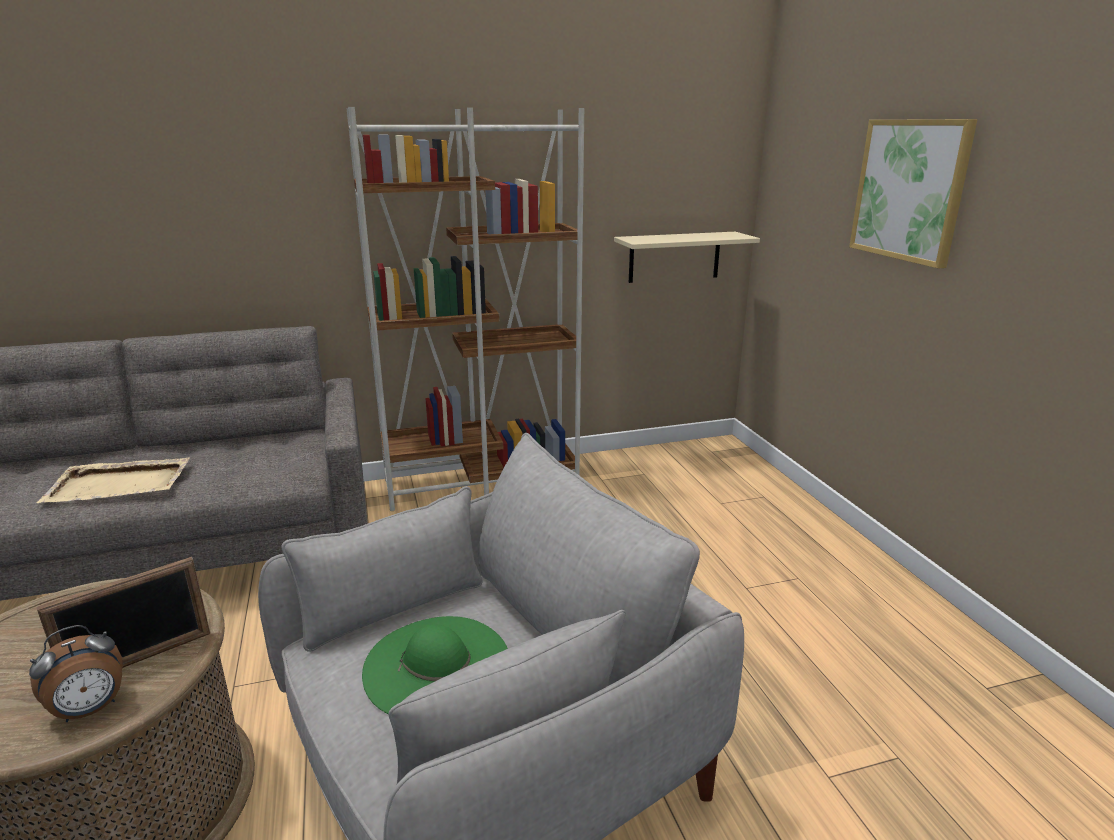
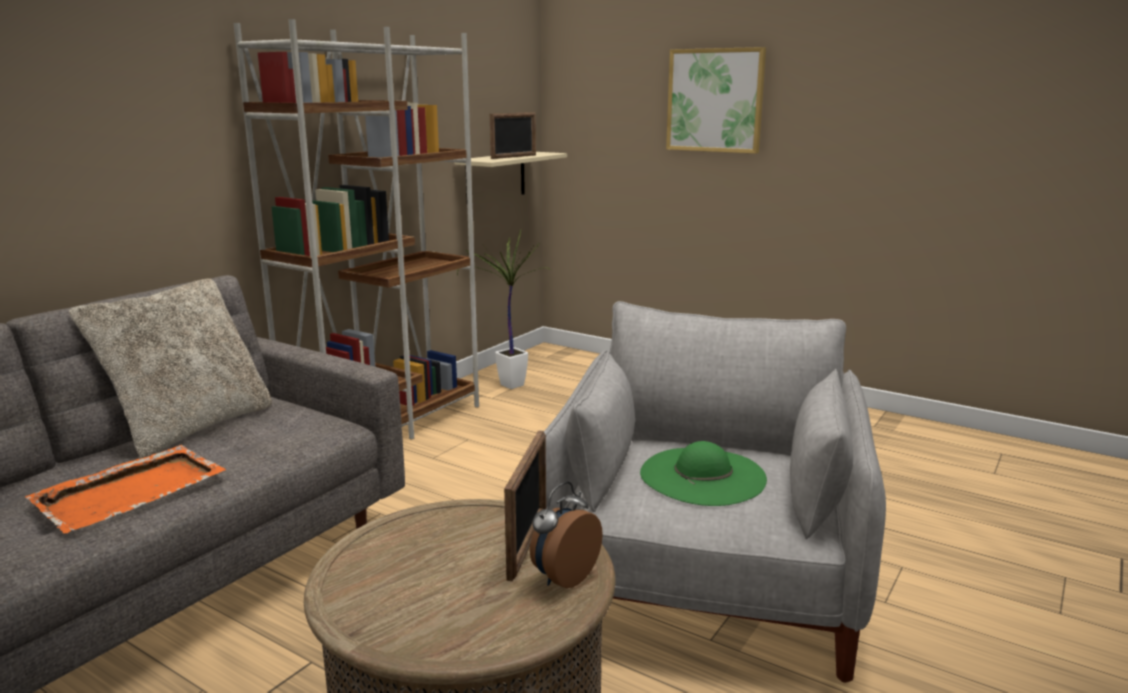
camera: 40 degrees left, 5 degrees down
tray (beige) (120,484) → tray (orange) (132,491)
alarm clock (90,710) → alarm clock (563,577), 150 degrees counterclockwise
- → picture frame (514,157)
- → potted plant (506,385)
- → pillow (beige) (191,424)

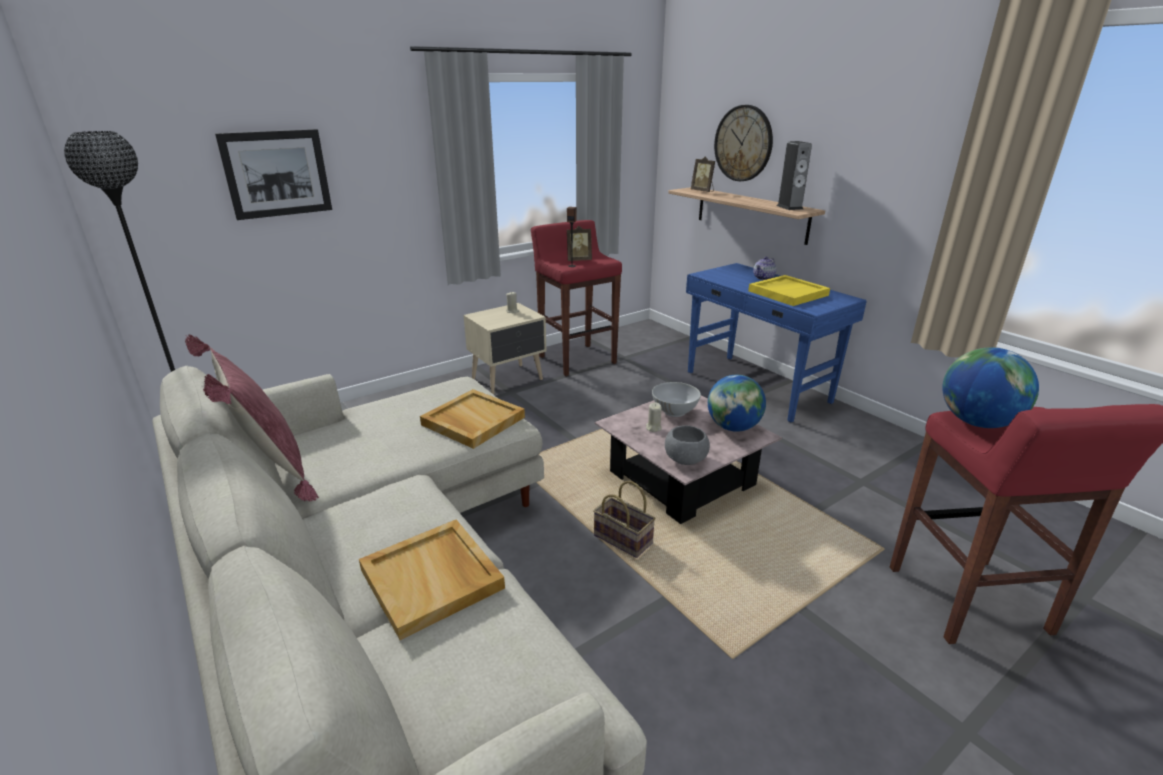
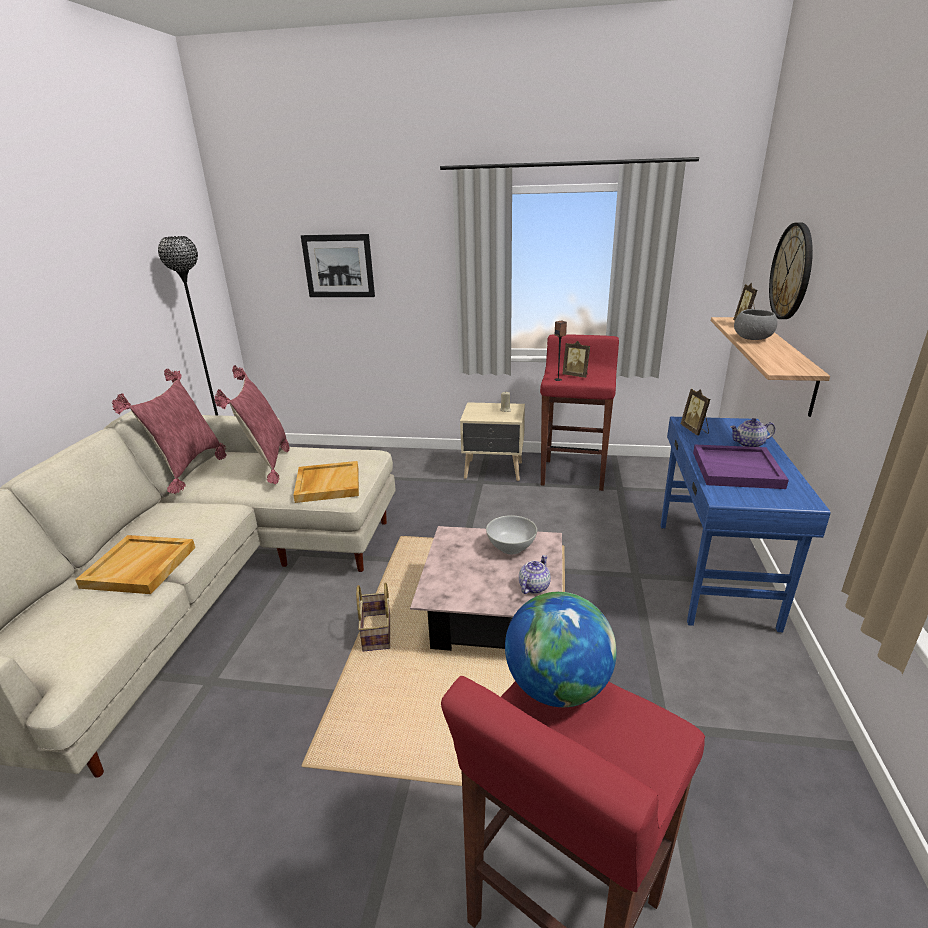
camera: 45 degrees right, 0 degrees up
speaker (789,207) → -
tray (yellow) (788,293) → tray (purple) (737,469)
globe (733,427) → teapot (533,586)
candle (beige) (653,428) → -
bowl (grey) (685,459) → bowl (grey) (752,339), moved
- → pillow (red) (265,469)
- → picture frame (695,430)

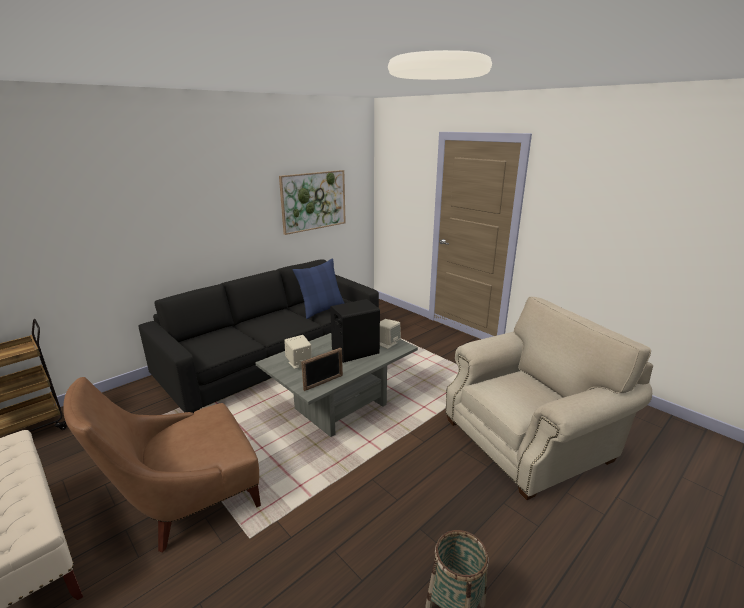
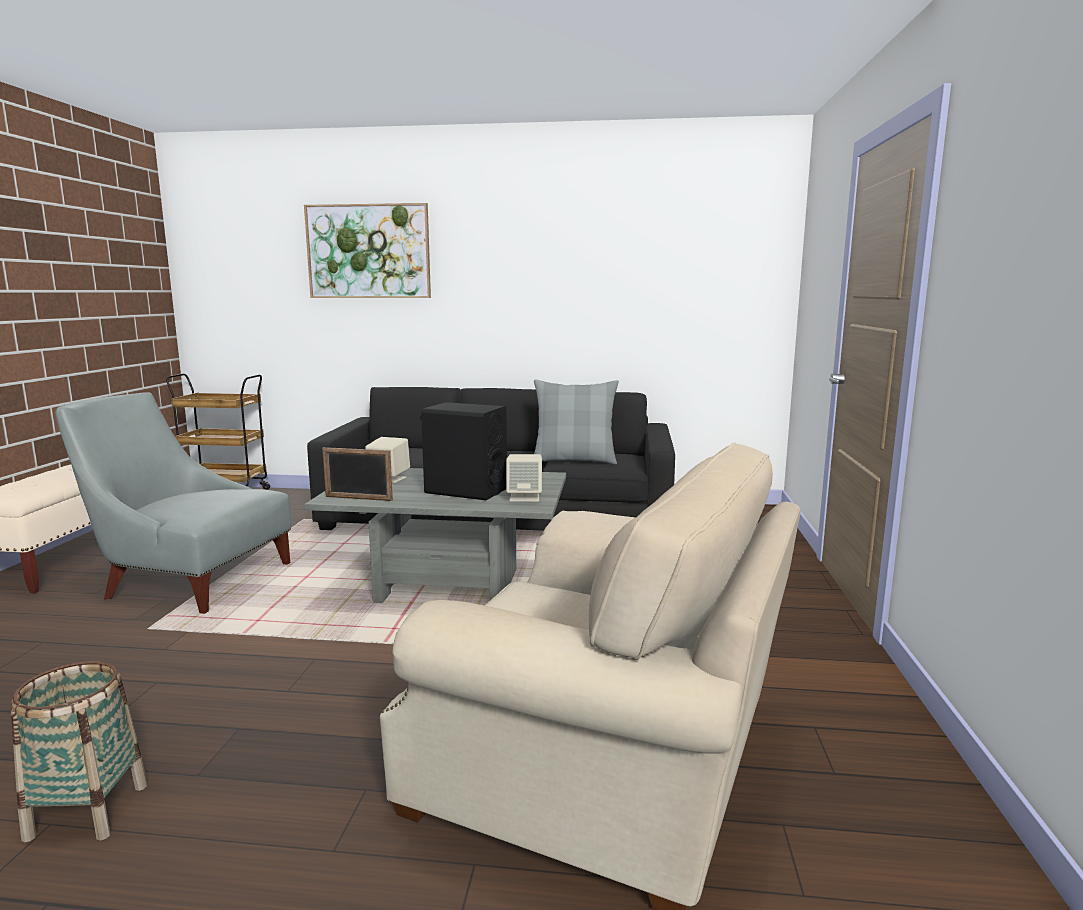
camera: 50 degrees right, 10 degrees down
picture (313,201) → picture (368,251), moved
pillow (blue) (321,309) → pillow (grey) (574,460)
armchair (brown) (185,499) → armchair (grey) (188,579)

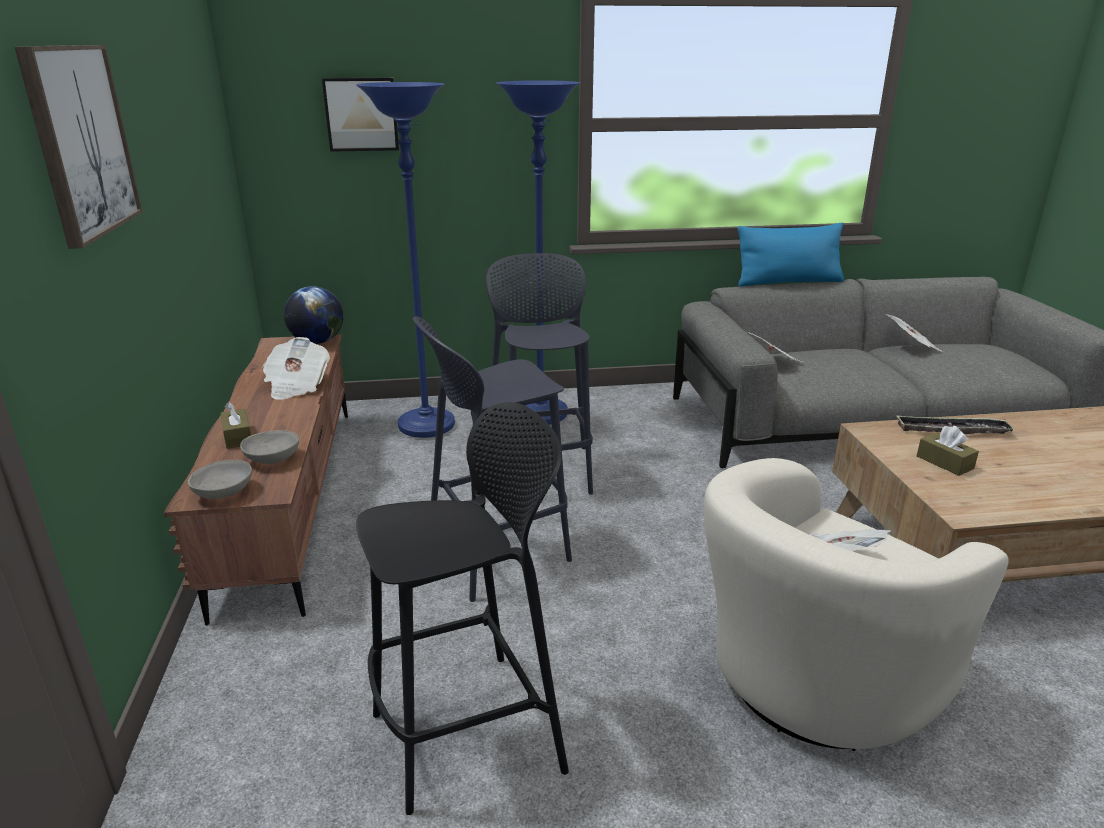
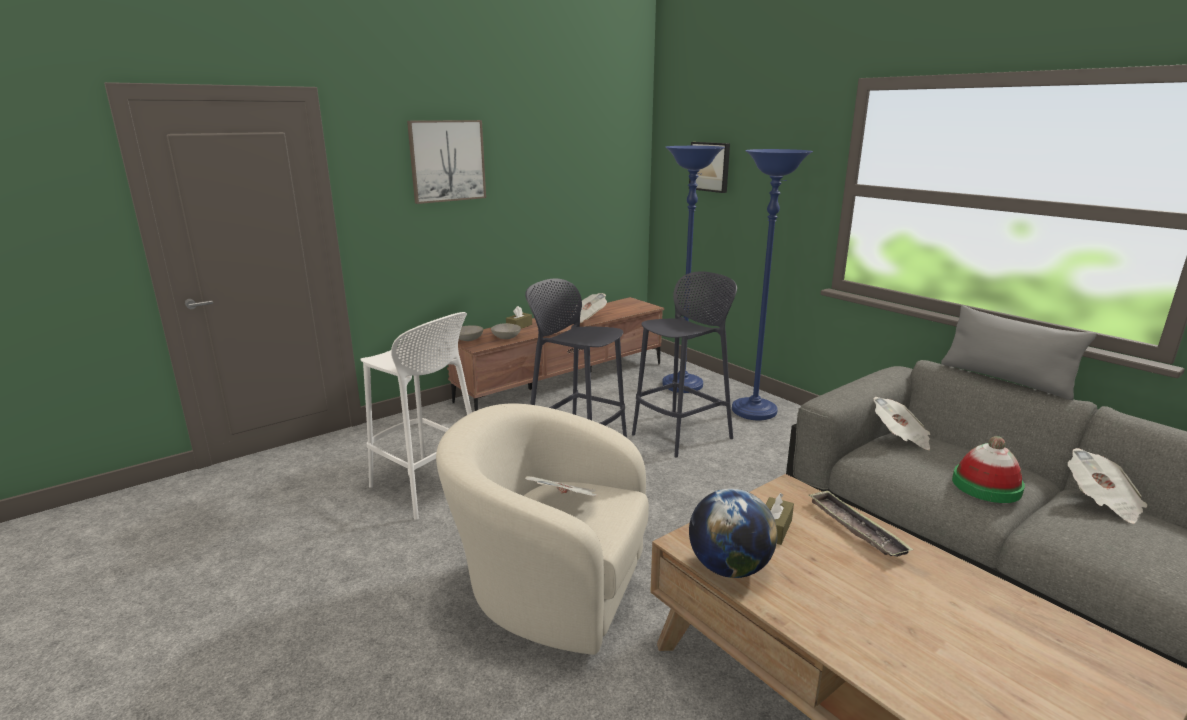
camera: 60 degrees right, 5 degrees down
pillow (blue) (788,282) → pillow (grey) (1005,379)
globe (317,342) → globe (729,568), moved
stool (black) (469,733) → stool (white) (426,485)
- → hat (986,486)

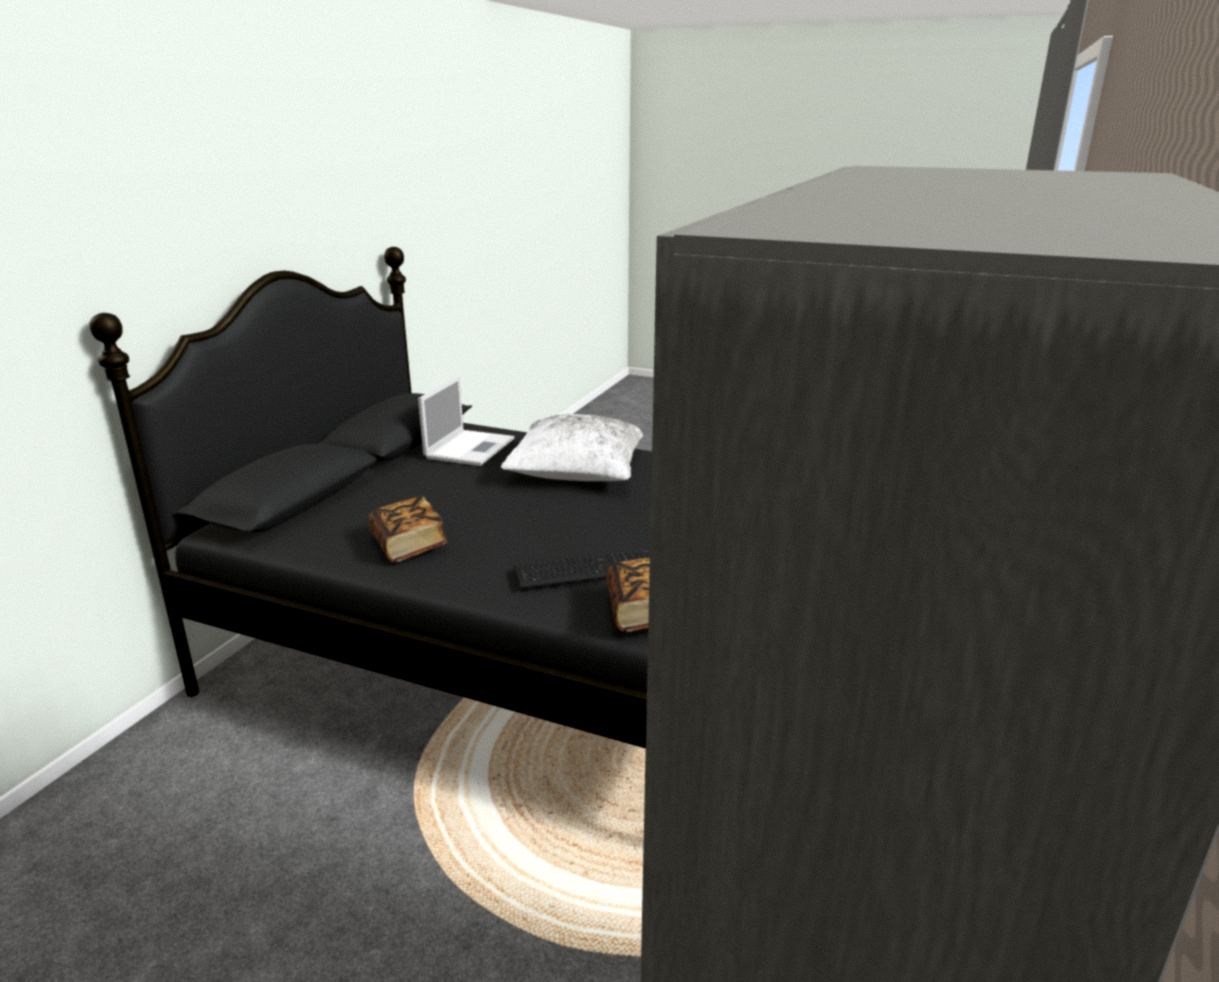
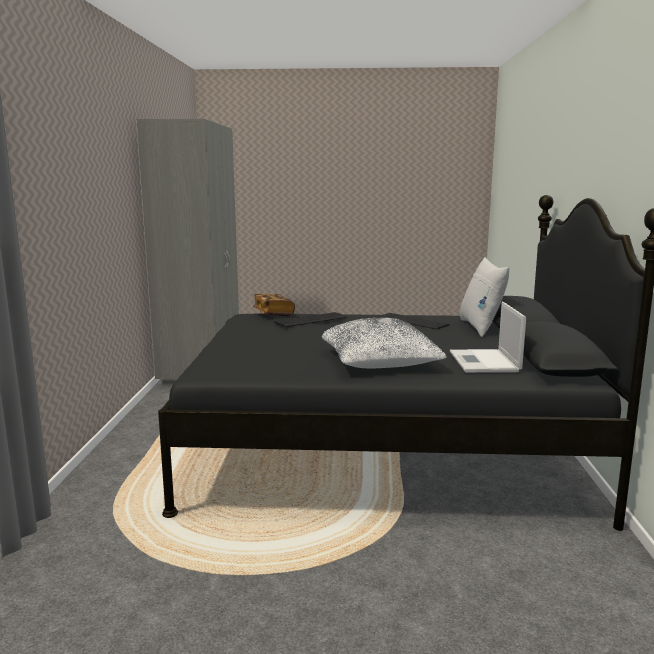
camera: 160 degrees right, 10 degrees down
book (409,545) → keyboard (412,321)
- → pillow (grey) (480,328)

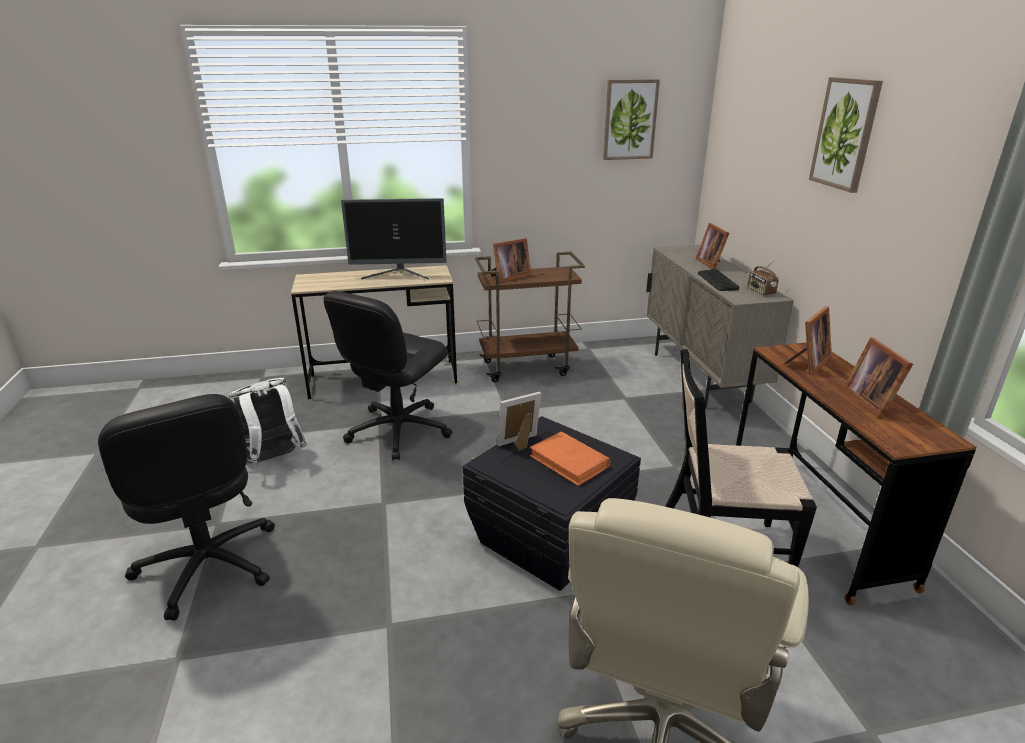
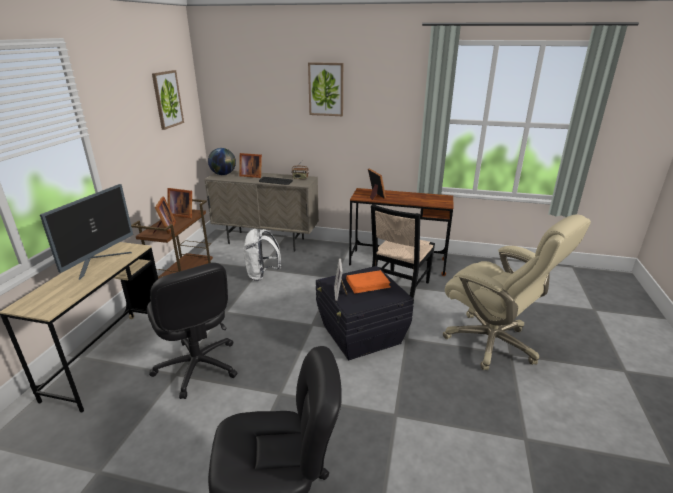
camera: 65 degrees left, 0 degrees up
picture frame (872,401) → picture frame (182,214), moved
backpack (white) (273,459) → backpack (white) (262,275), moved
- → globe (223,174)

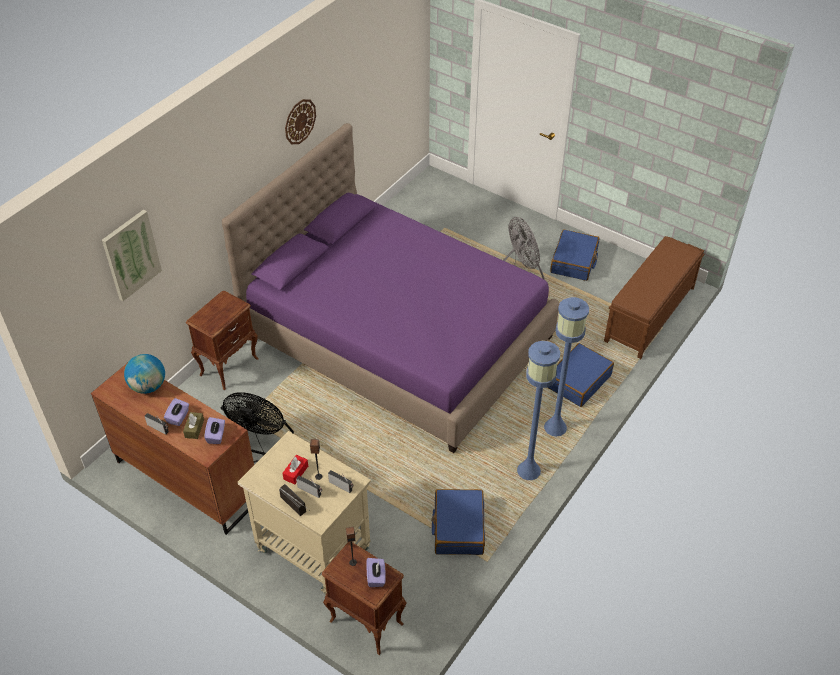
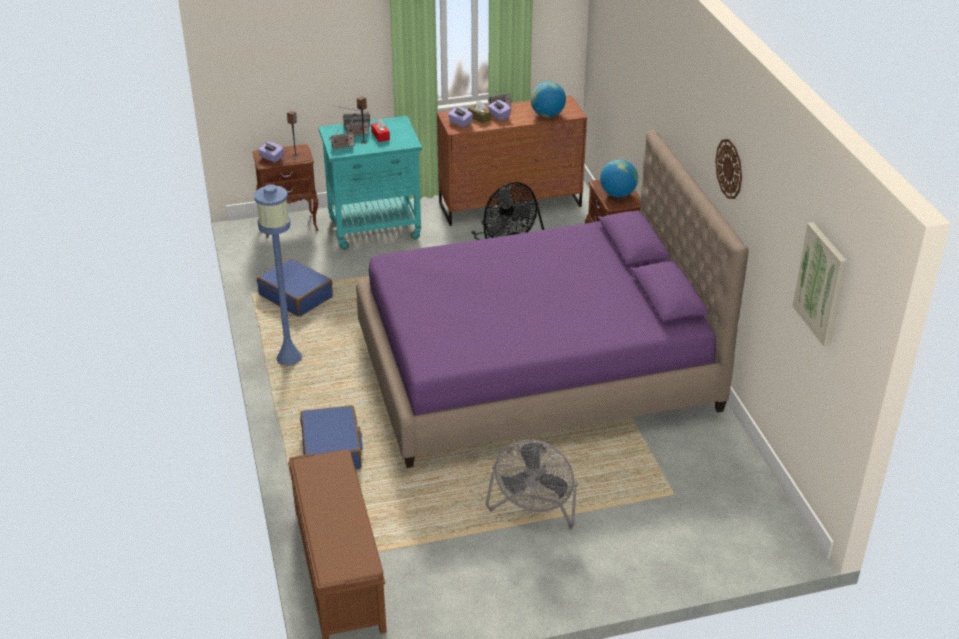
camera: 130 degrees right, 10 degrees down
picture (131,255) → picture (821,284), moved
suitcase (blue) (574,261) → -
floor lamp (blue) (555,428) → -
cart (beige) (313,549) → cart (turquoise) (375,229)
- → globe (617,194)

